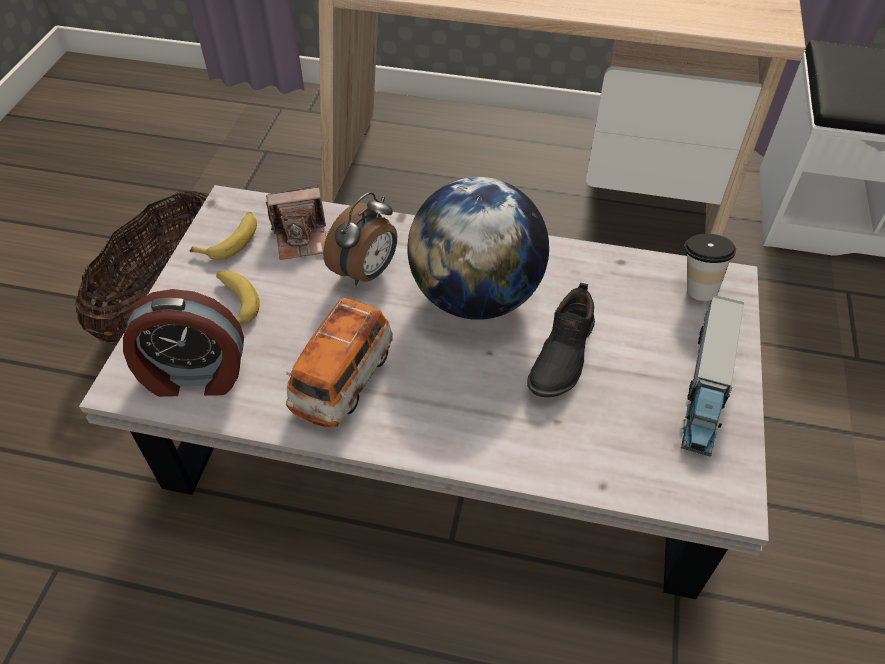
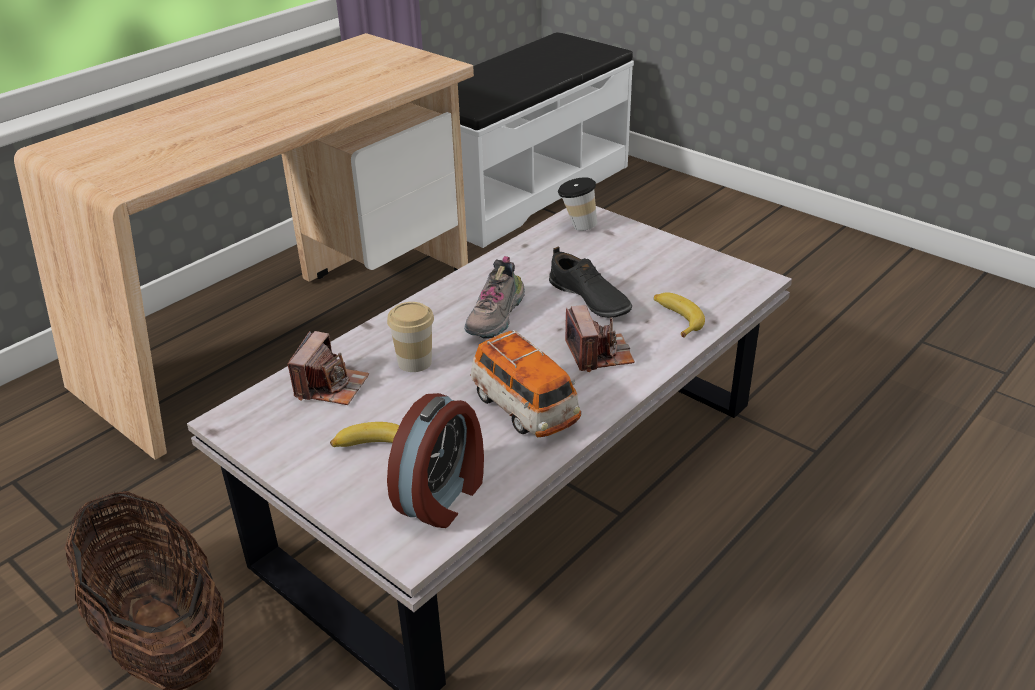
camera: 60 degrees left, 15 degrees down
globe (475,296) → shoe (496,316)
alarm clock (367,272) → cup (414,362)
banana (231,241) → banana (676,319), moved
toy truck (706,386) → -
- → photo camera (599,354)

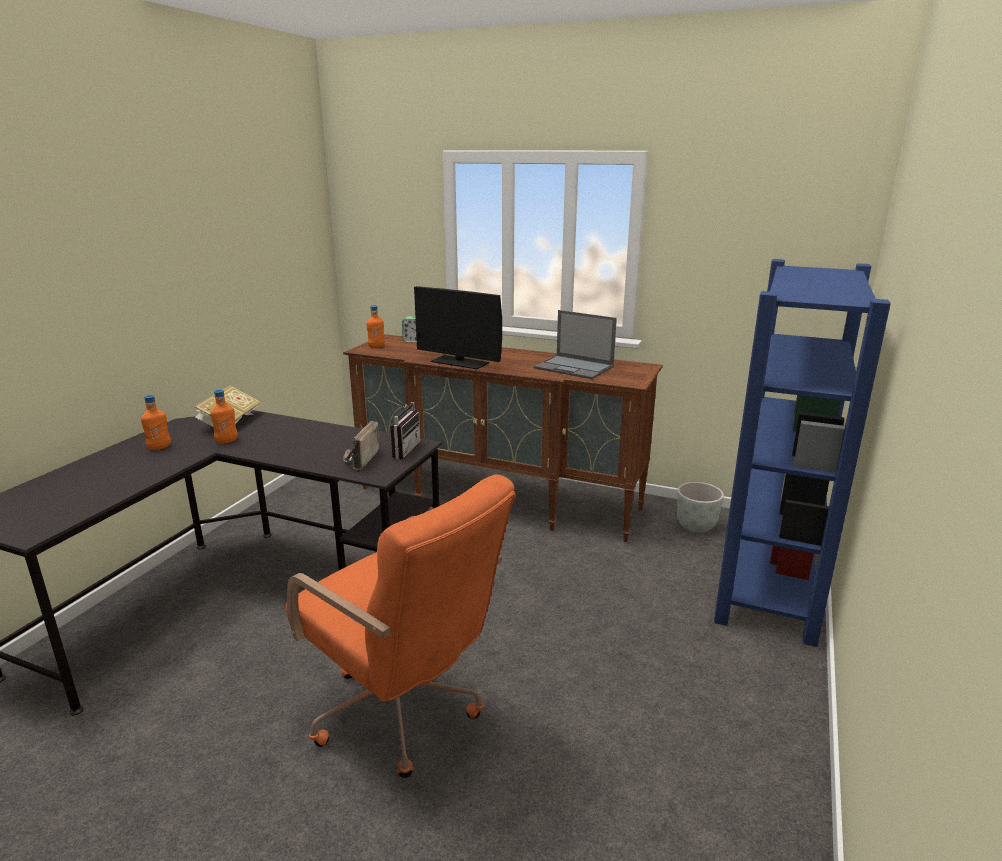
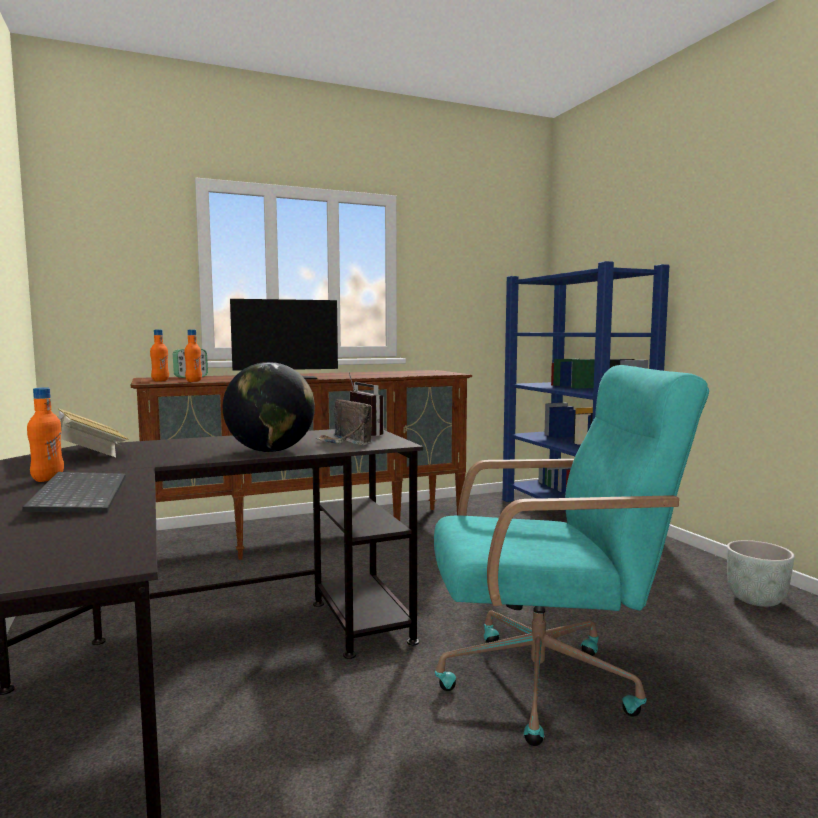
camera: 45 degrees left, 15 degrees down
laptop (575,367) → -
bottle (orange) (227,441) → bottle (orange) (193,381), moved
office chair (orange) (403,717) → office chair (turquoise) (548,685)
planter (grey) (696,526) → planter (grey) (757,600), moved
- → globe (270,451)
- → keyboard (77,495)

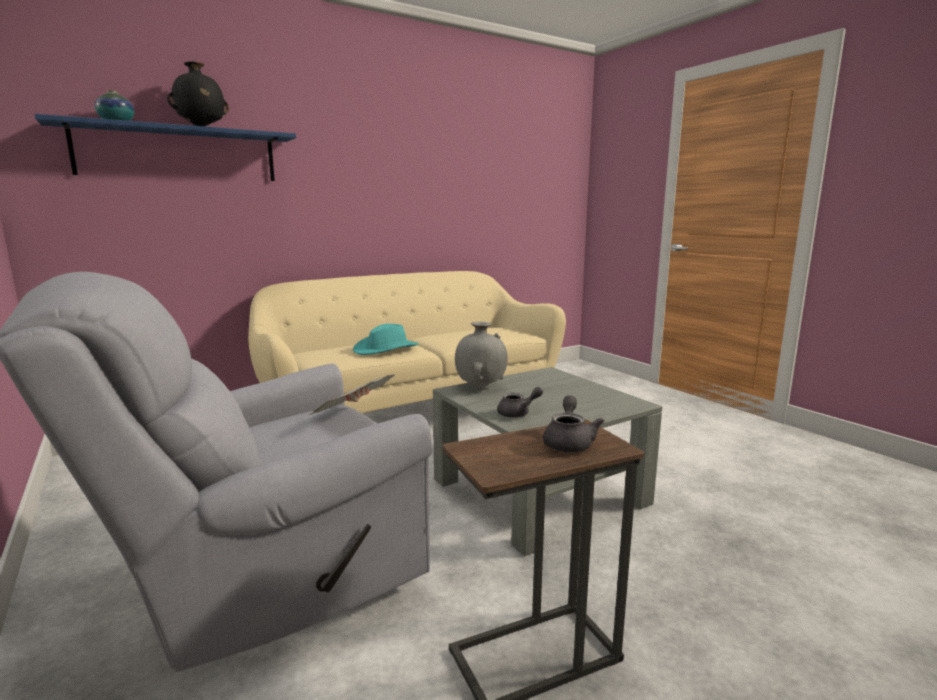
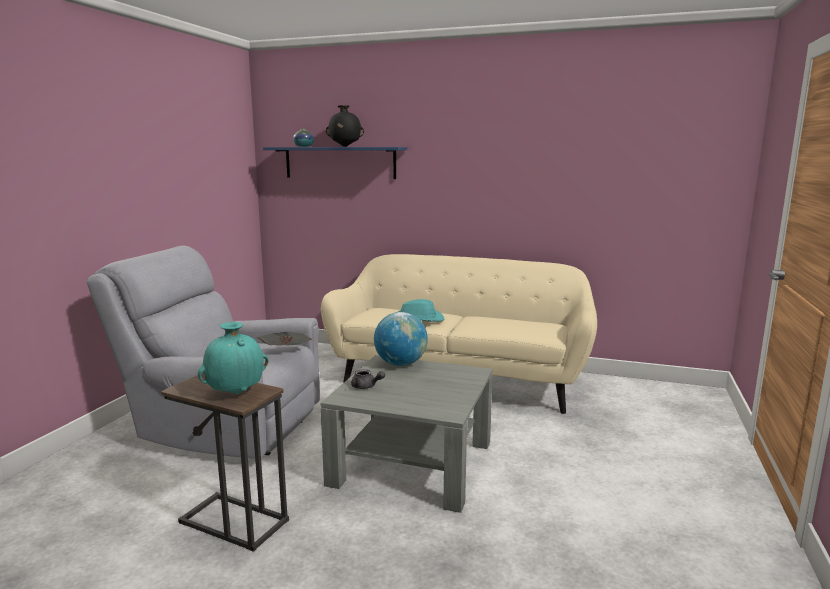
camera: 50 degrees right, 0 degrees up
vase (grey) (480,387) → globe (400,364)
teapot (grey) (569,442) → vase (turquoise) (236,393)

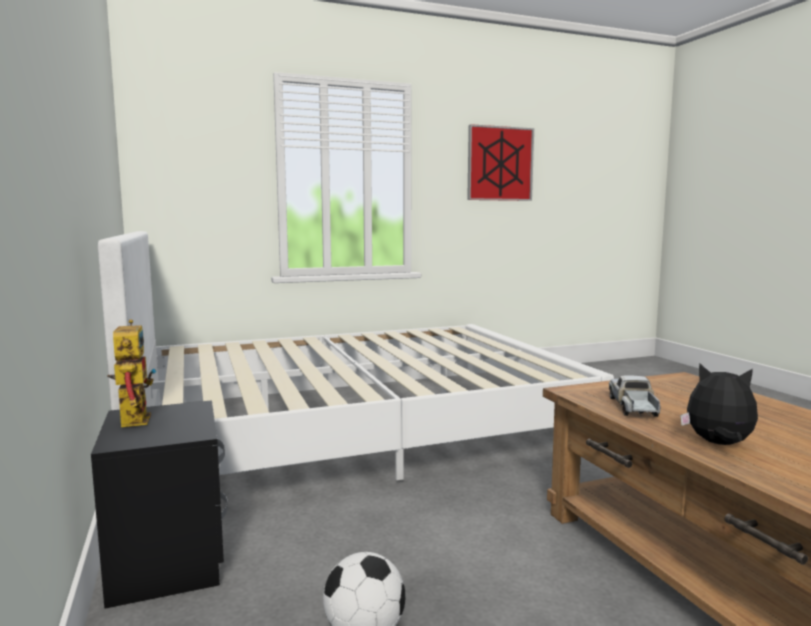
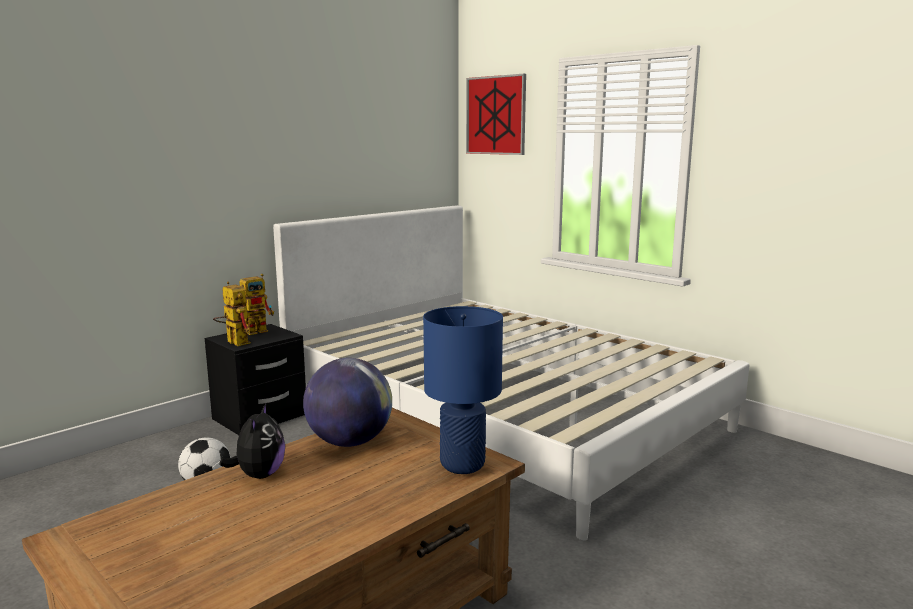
camera: 65 degrees right, 5 degrees up
picture (500,164) → picture (496,115), moved
toy truck (634,407) → globe (349,442)
- → toy robot (233,342)
- → table lamp (blue) (461,468)

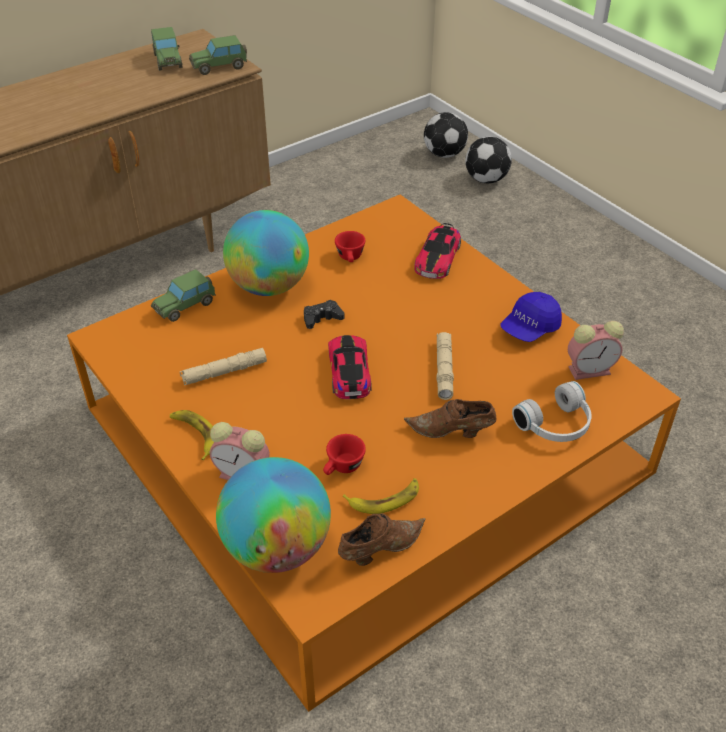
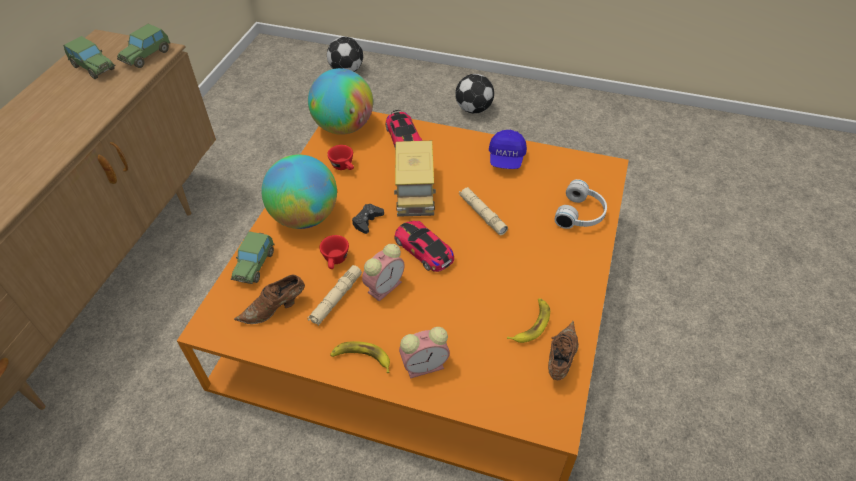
camera: 35 degrees left, 5 degrees up
football (445,154) → football (474,109), moved
alarm clock (591,370) → alarm clock (385,286), moved
shoe (brown) (452,432) → shoe (brown) (275,309), moved
cup (red) (342,468) → cup (red) (336,261), moved
globe (277,548) → globe (344,127), moved
- → toy truck (415,191)

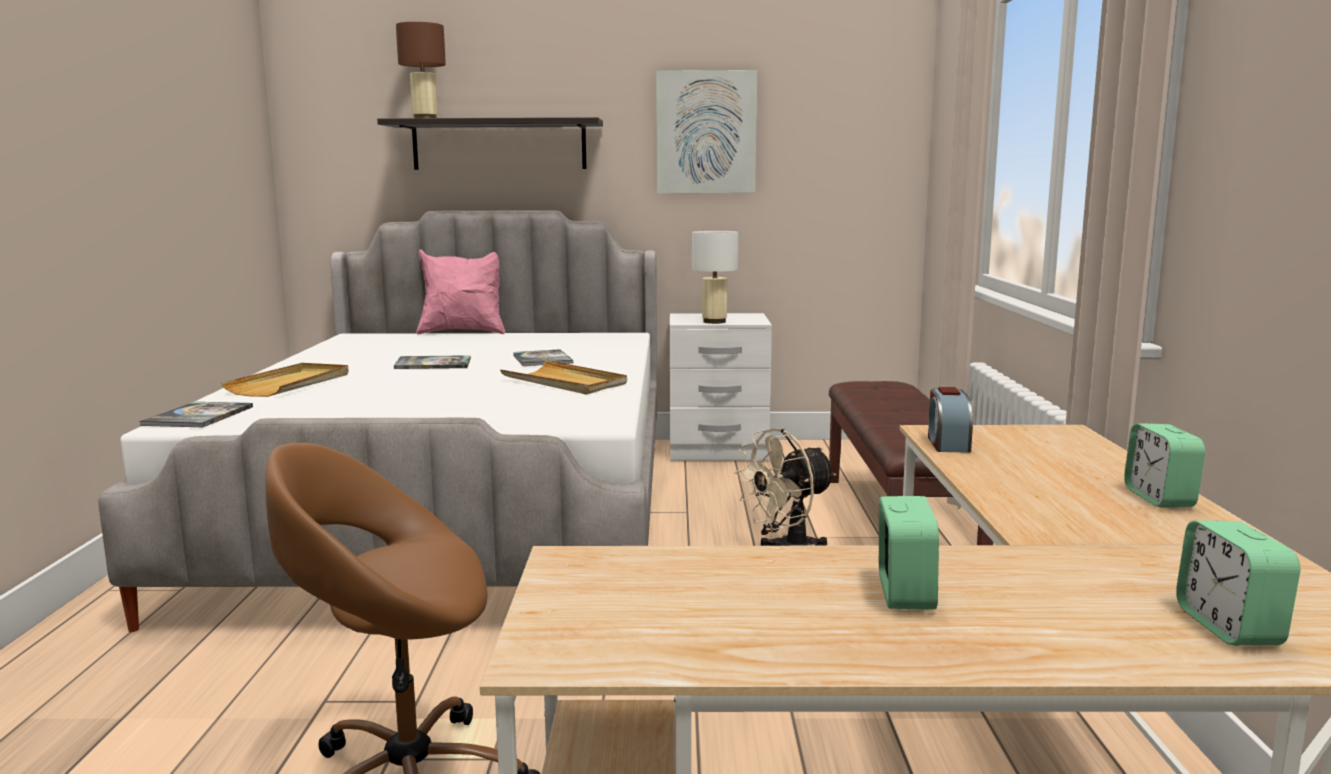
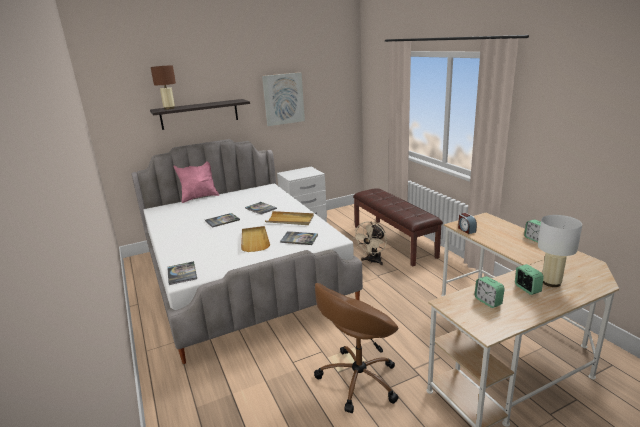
camera: 25 degrees left, 10 degrees up
table lamp (white) (715,322) → table lamp (white) (551,282), moved
tray (beige) (291,384) → tray (beige) (255,240), moved
alarm clock (1228,627) → alarm clock (488,301), moved
- → book (299,239)

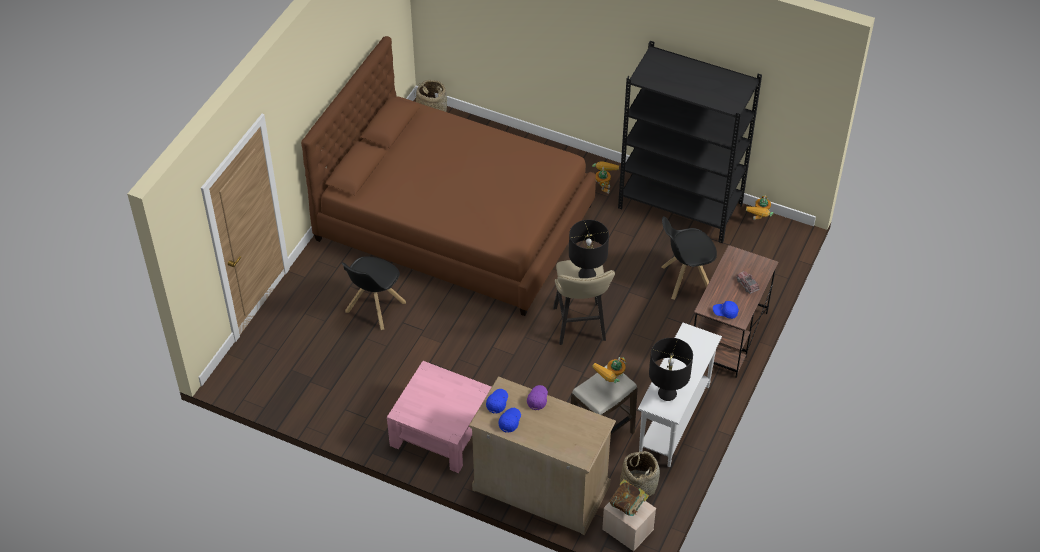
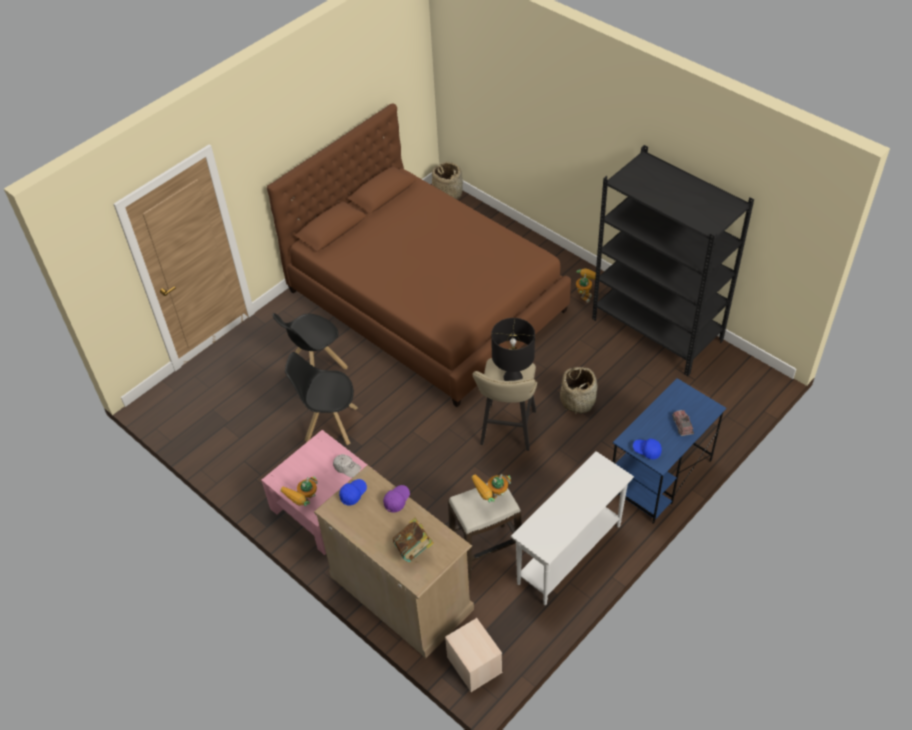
camera: 20 degrees right, 0 degrees up
toy robot (759,220) → toy robot (305,505), moved
chair (black) (685,280) → chair (black) (329,423), moved
desk (brown) (728,337) → desk (blue) (660,477)
table lamp (black) (667,394) → -
cap (blue) (510,422) → -
basket (638,485) → basket (578,401), moved
book (628,505) → book (414,549), moved
- → cap (white) (347,467)

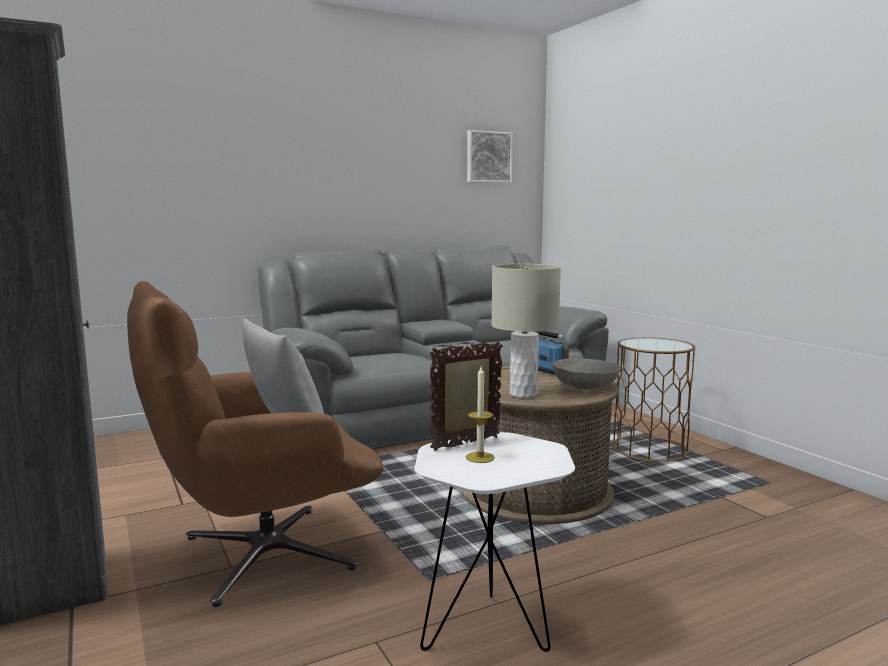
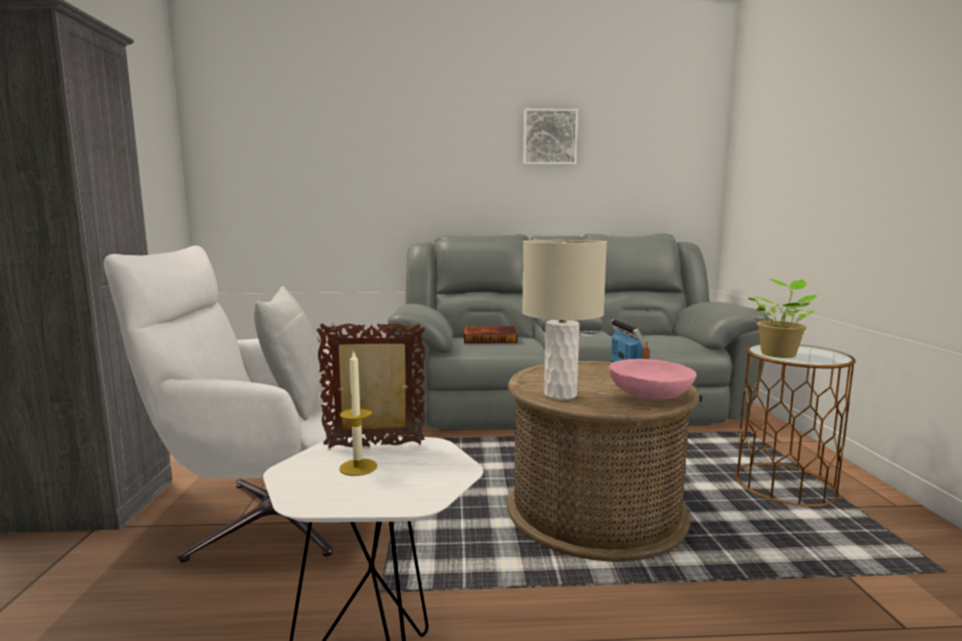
camera: 25 degrees right, 0 degrees up
picture (488,157) → picture (549,137), moved
armchair (brown) (266,552) → armchair (white) (276,516)
bowl (grey) (585,386) → bowl (pink) (650,395)
- → potted plant (779,354)
- → book (490,338)

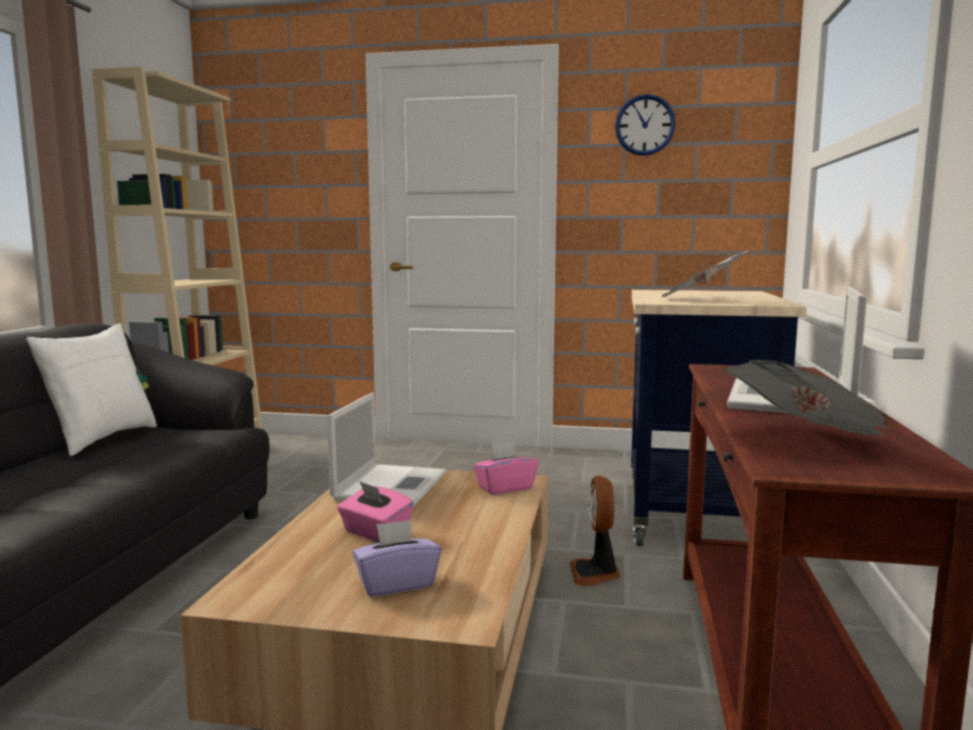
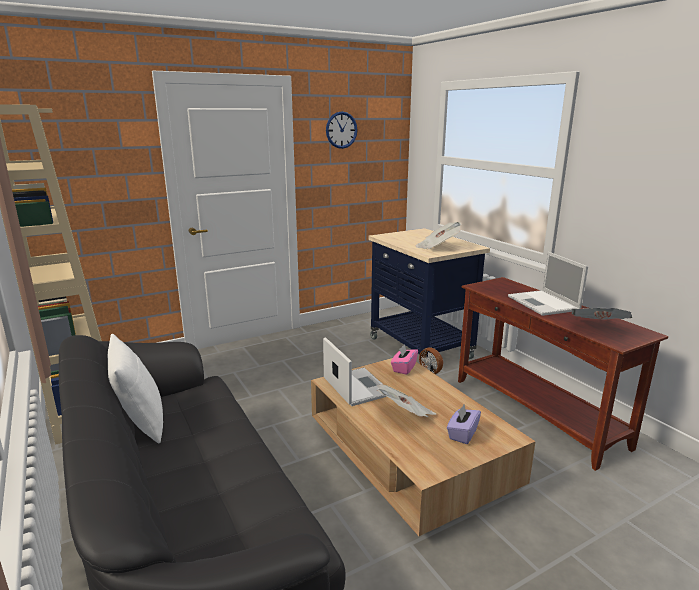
camera: 40 degrees left, 10 degrees up
tissue box (pink) (375,533) → newspaper (406,415)

